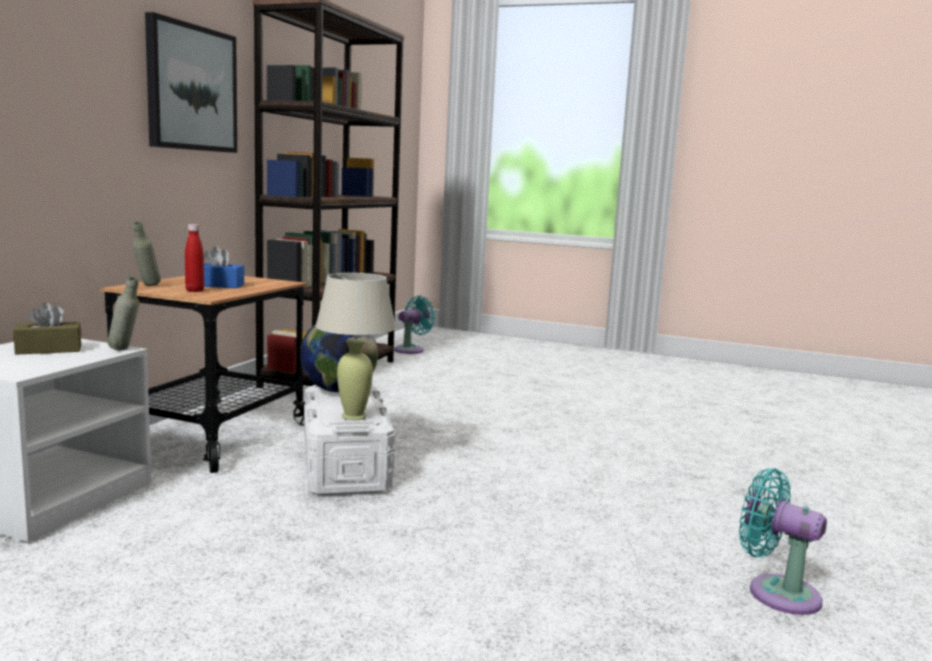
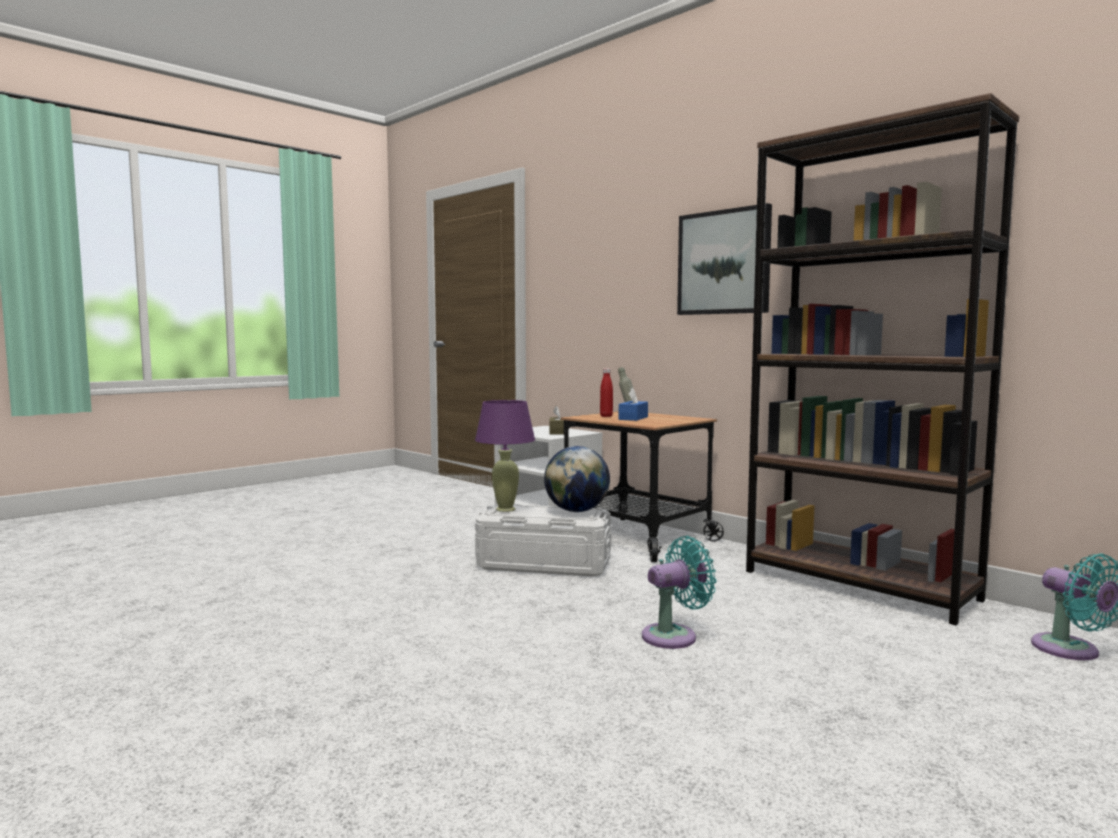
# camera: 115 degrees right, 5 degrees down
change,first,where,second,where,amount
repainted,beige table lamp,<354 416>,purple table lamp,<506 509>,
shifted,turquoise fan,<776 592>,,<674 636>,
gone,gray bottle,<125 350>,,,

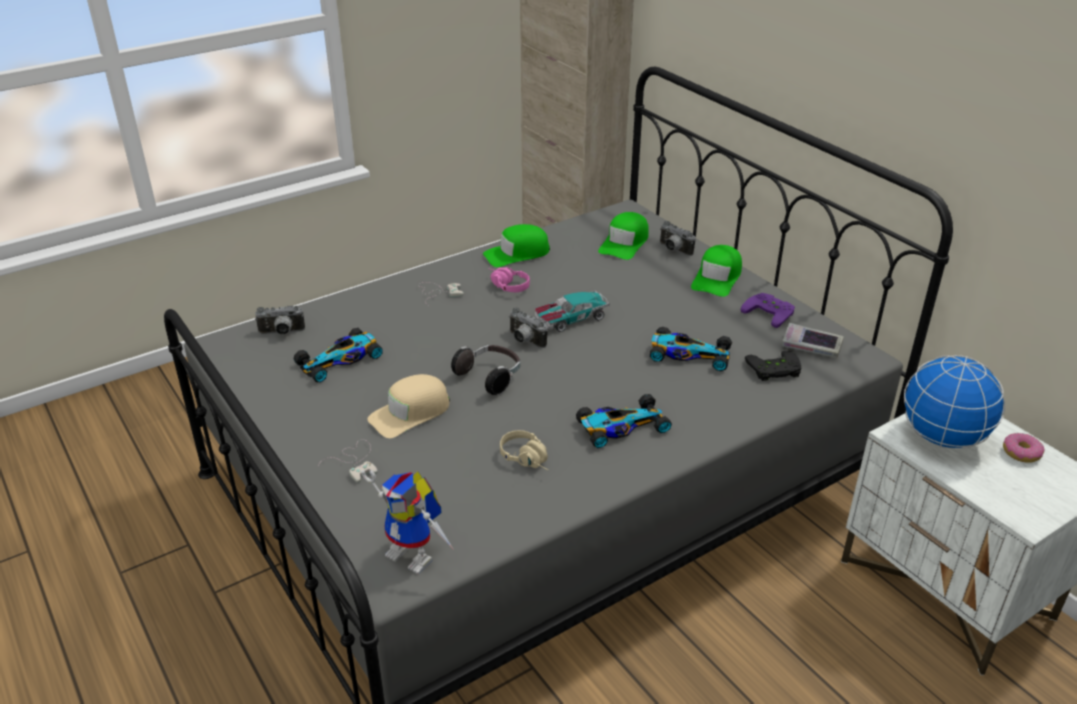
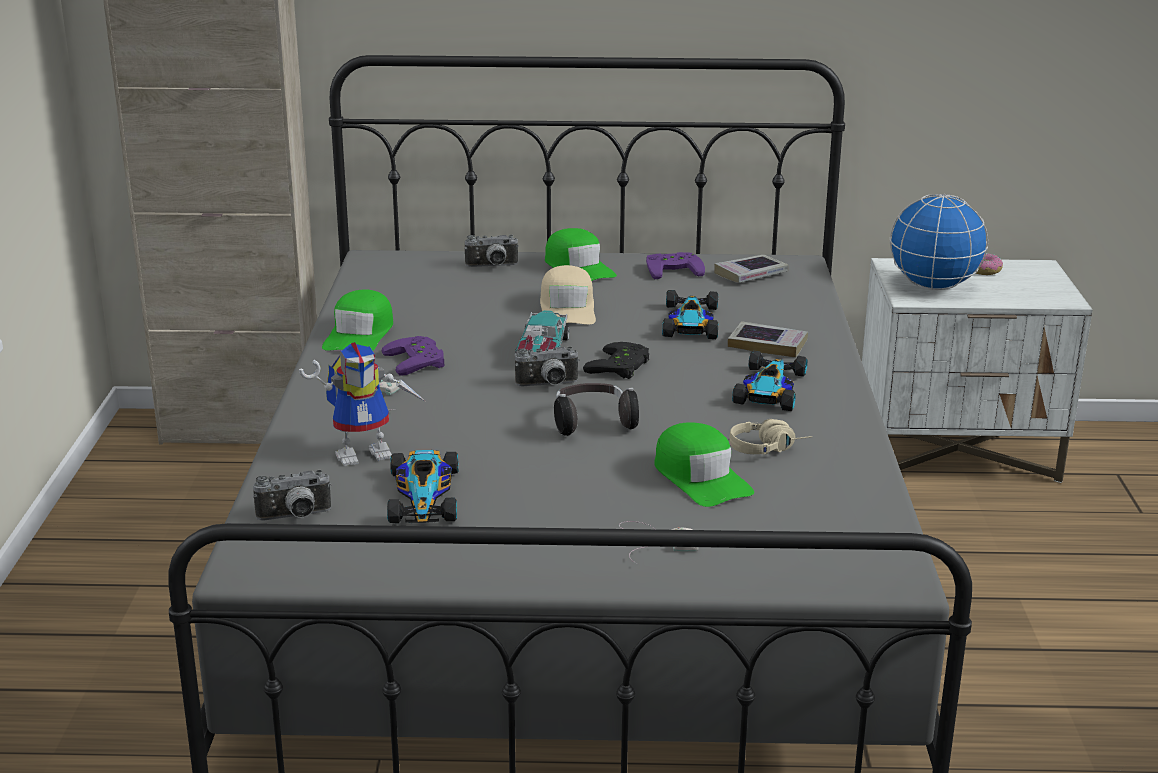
# camera: 55 degrees left, 10 degrees down
change,first,where,second,where,amount
rotated,still camera,<281 333>,,<295 517>,45 degrees clockwise
shifted,model robot,<416 555>,,<366 452>,
swapped,pink headphones,<505 286>,purple joypad,<419 360>,
shifted,beige baseball cap,<410 413>,,<568 308>,
shifted,black joypad,<774 370>,,<622 367>,
shifted,greenish baseball cap,<625 243>,,<700 477>,
rotated,toy car,<688 354>,,<690 323>,45 degrees counterclockwise
new,,,book,<767 345>,

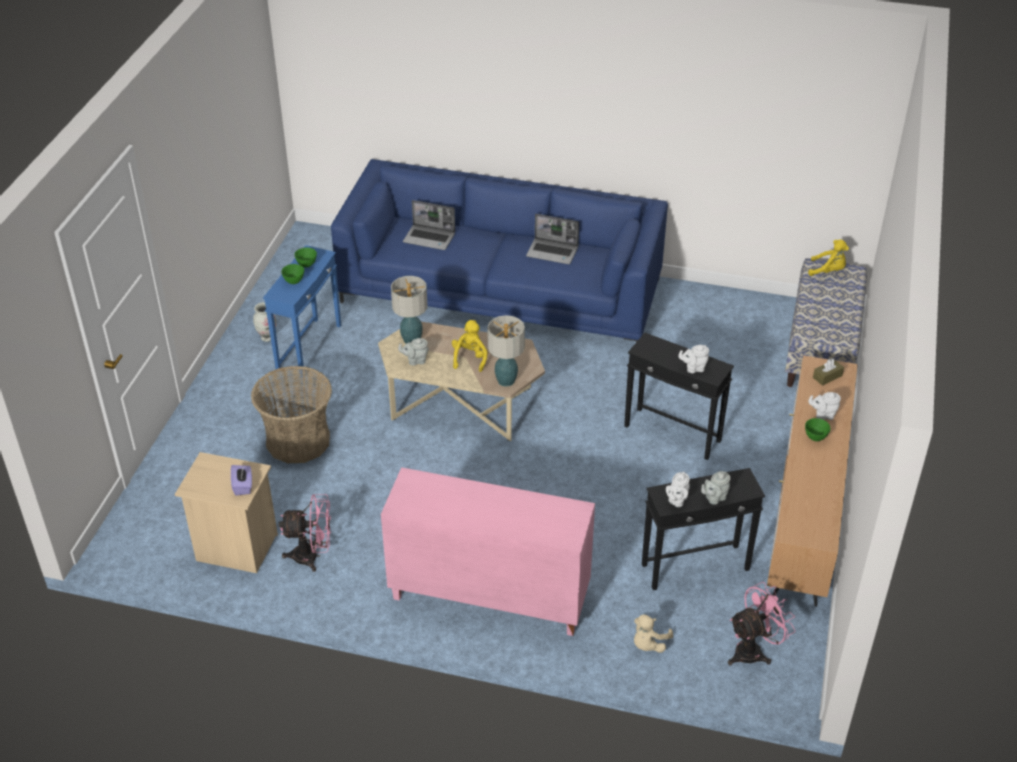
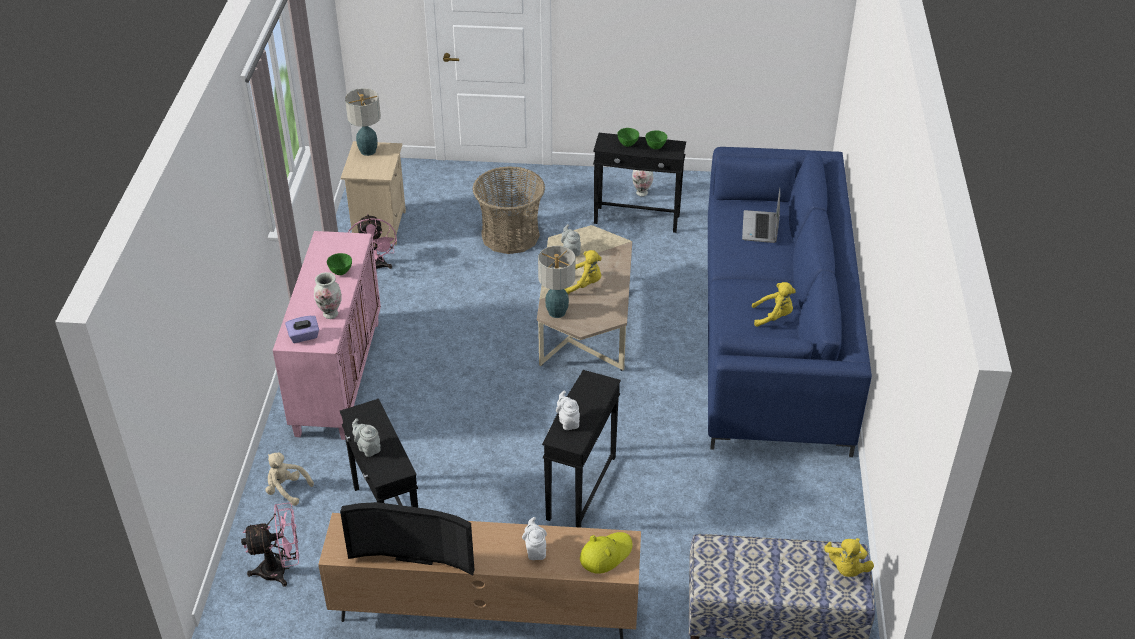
# camera: 80 degrees right, 0 degrees up
change,first,where,second,where,amount
rotated,pink fan,<753 650>,,<280 570>,60 degrees counterclockwise
shifted,purple tissue box,<243 486>,,<304 336>,
new,,,vase,<330 314>,
shifted,greenish serving bowl,<815 437>,,<340 272>,
new,,,television,<415 553>,
shifted,table lamp,<412 339>,,<368 151>,
swapped,brownish tissue box,<827 376>,yellow hat,<605 554>,
repainted,bluish side table,<309 347>,black side table,<637 219>,
swapped,laptop,<553 252>,yellow cuddly toy,<773 317>,
gone,white-coloured teapot,<676 500>,,,

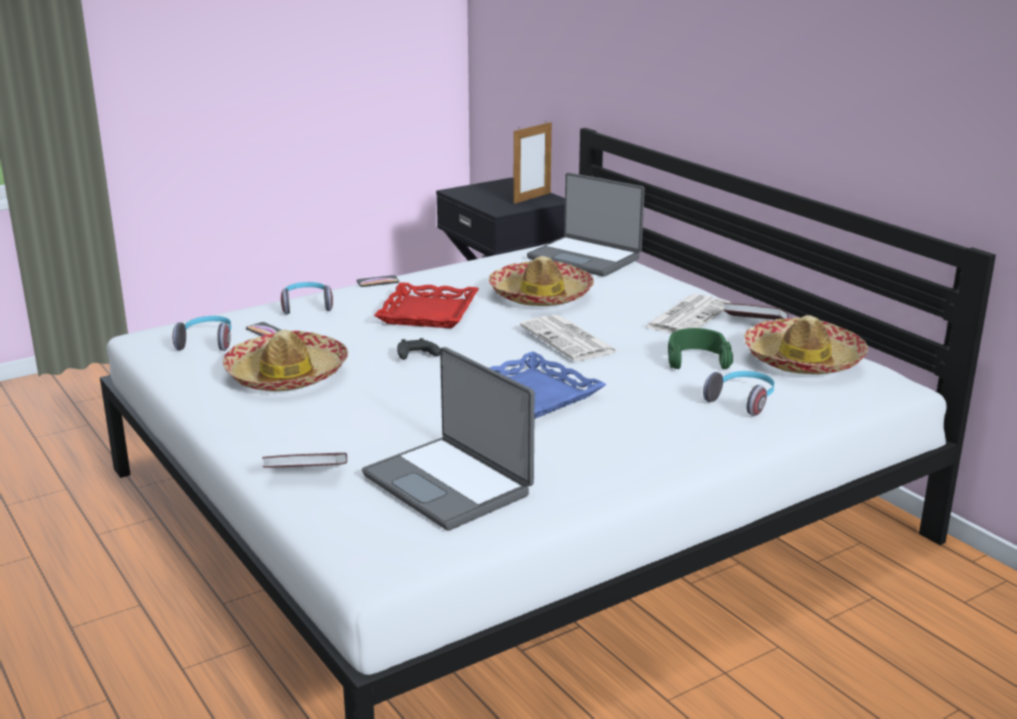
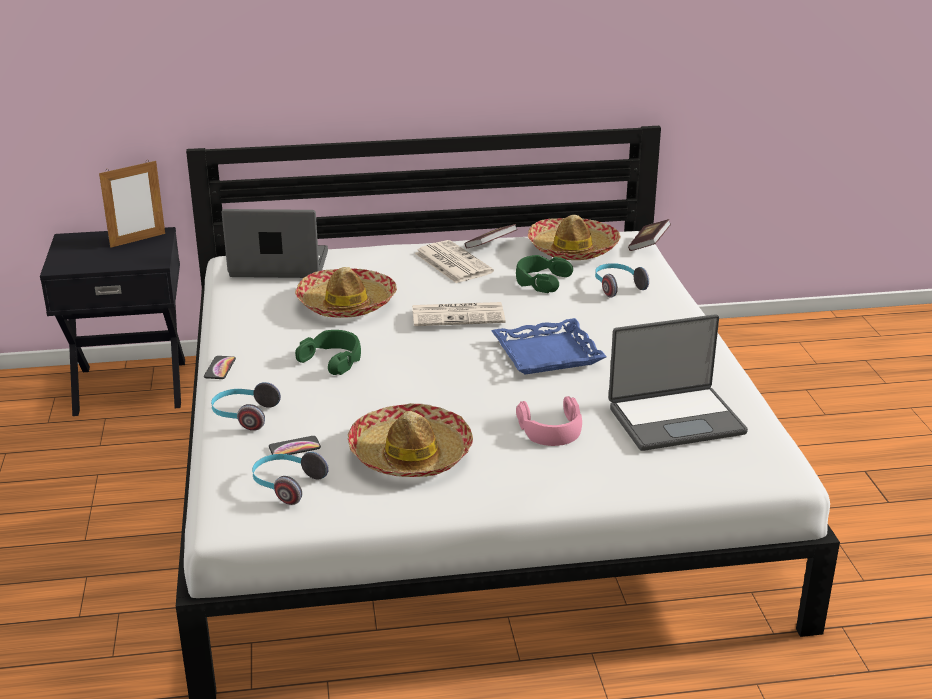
# camera: 65 degrees left, 5 degrees up
change,first,where,second,where,amount
rotated,photo frame,<532 198>,,<138 240>,75 degrees clockwise
rotated,laptop,<585 258>,,<278 265>,150 degrees counterclockwise
swapped,reddish tray,<429 313>,greenish headphones,<332 359>,
new,,,pink headphones,<551 429>,
shifted,book,<306 475>,,<648 245>,
gone,black joypad,<415 357>,,,

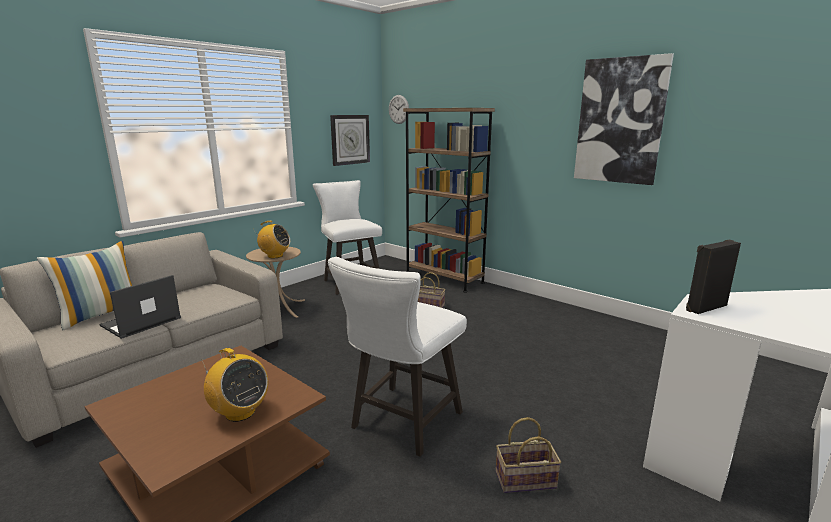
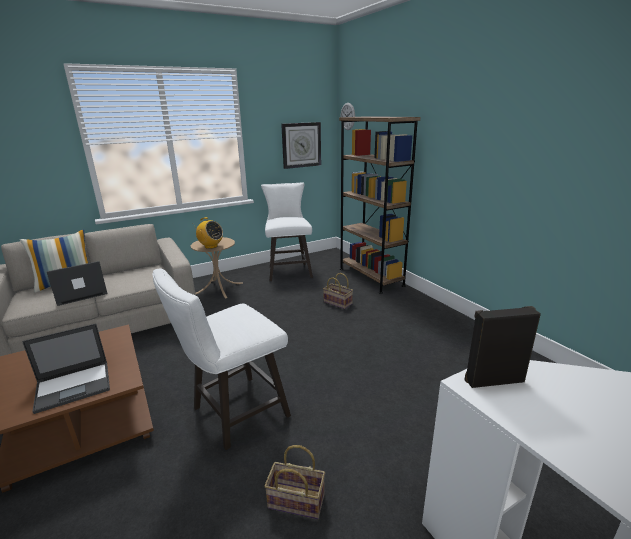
# camera: 20 degrees right, 5 degrees up
change,first,where,second,where,amount
swapped,radio receiver,<240 412>,laptop,<74 386>,
gone,wall art,<620 121>,,,

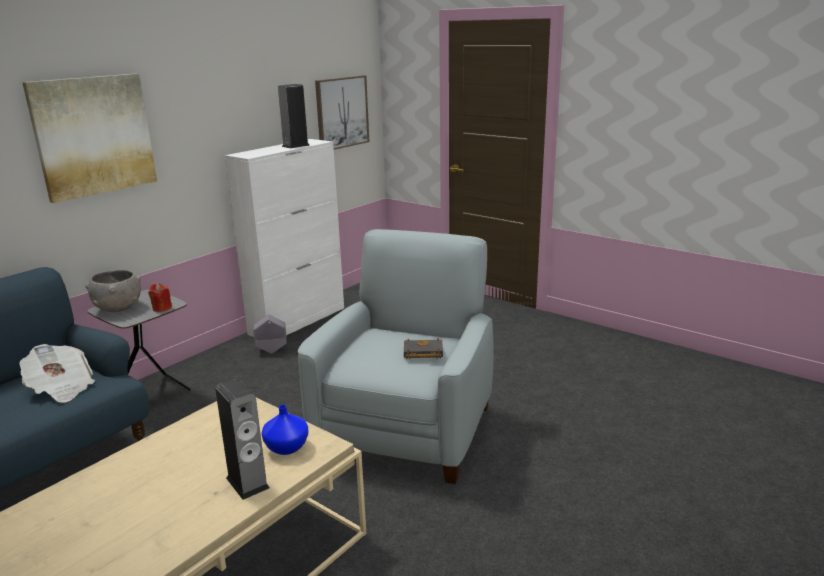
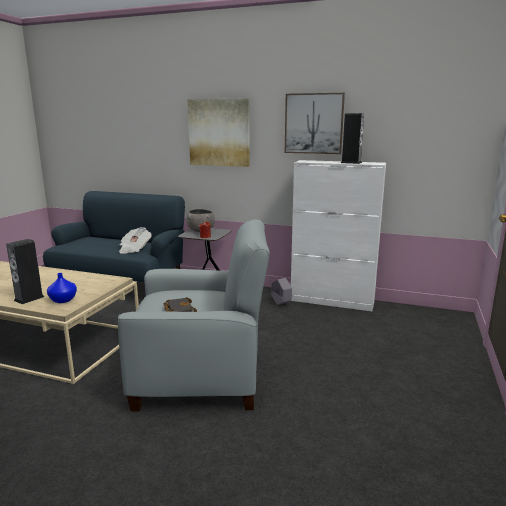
# camera: 70 degrees right, 5 degrees down
change,first,where,second,where,amount
shifted,wall art,<341 112>,,<314 123>,

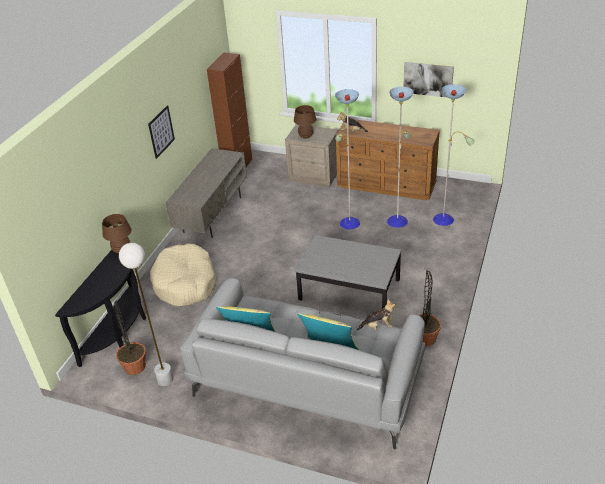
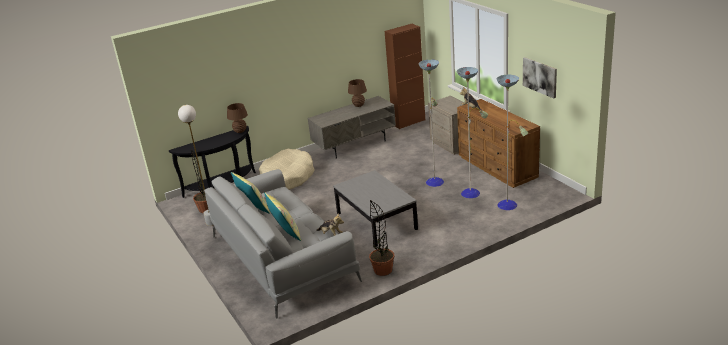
# camera: 40 degrees right, 10 degrees down
change,first,where,second,where,amount
shifted,brownish table lamp,<306 136>,,<358 105>,
gone,wall art,<161 131>,,,

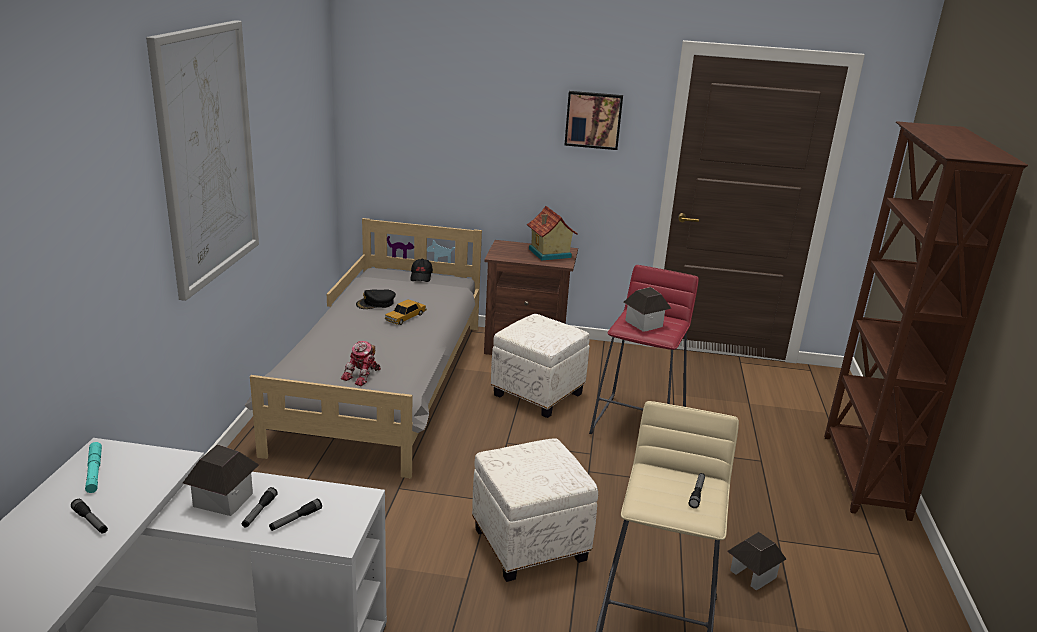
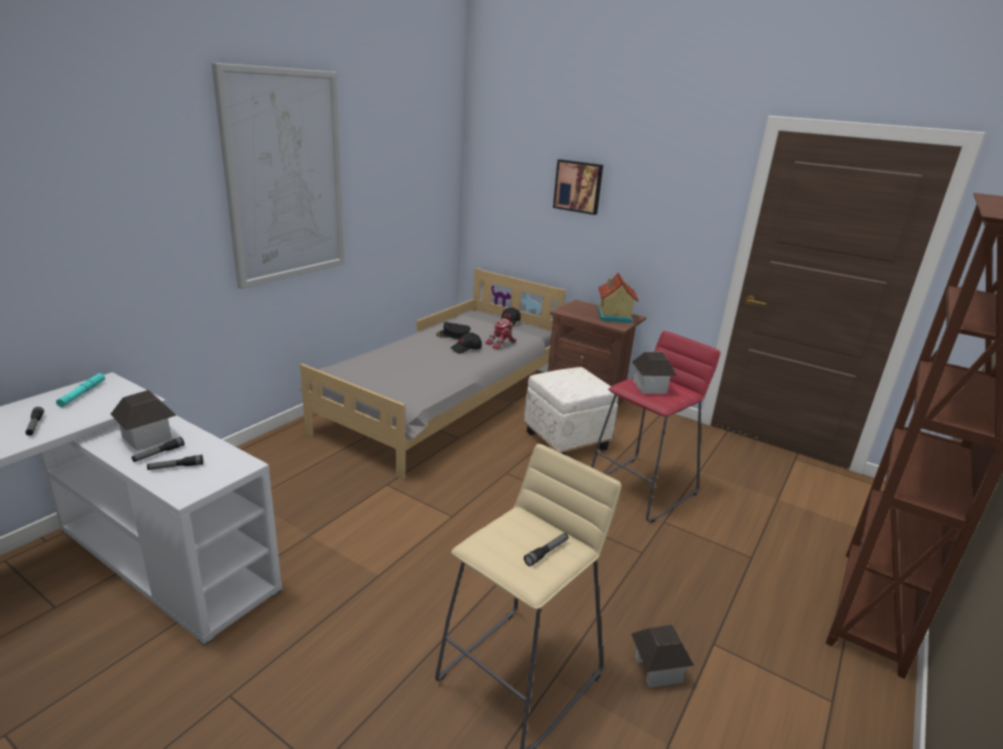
# camera: 25 degrees right, 0 degrees up
change,first,where,second,where,amount
swapped,toy car,<405 317>,black baseball cap,<466 349>,
shifted,model robot,<363 376>,,<501 344>,
shifted,wall art,<593 120>,,<578 186>,
gone,white-coloured ottoman,<529 545>,,,

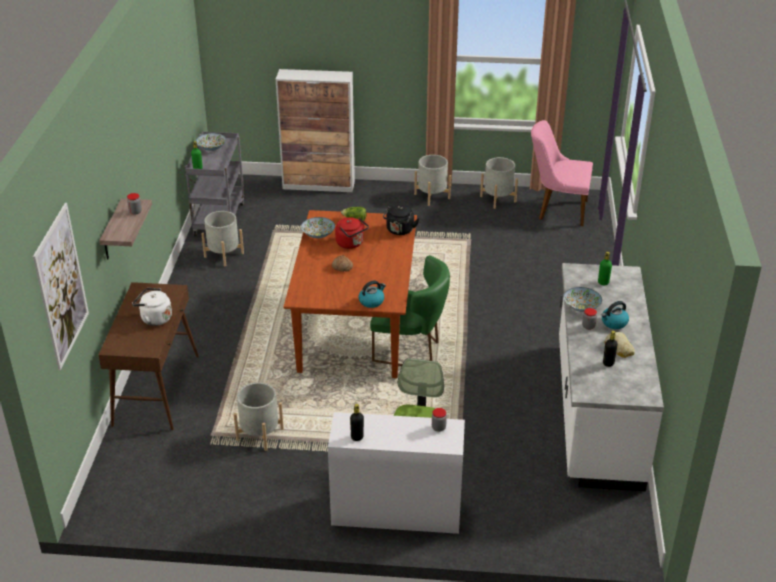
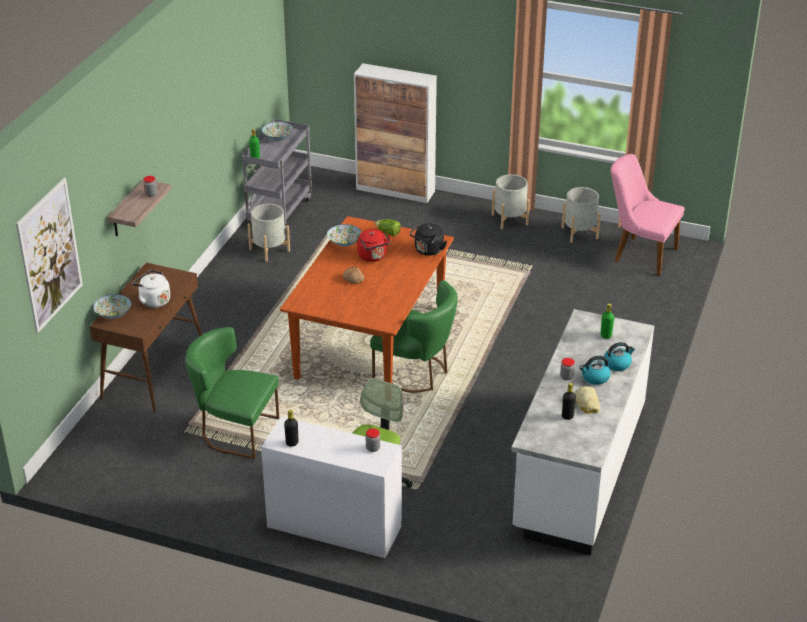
# camera: 15 degrees right, 0 degrees up
change,first,where,second,where,amount
shifted,serving bowl,<581 307>,,<113 314>,
swapped,gray flower pot,<260 434>,greenish upright chair,<234 431>,
shifted,kettle,<371 301>,,<617 364>,

